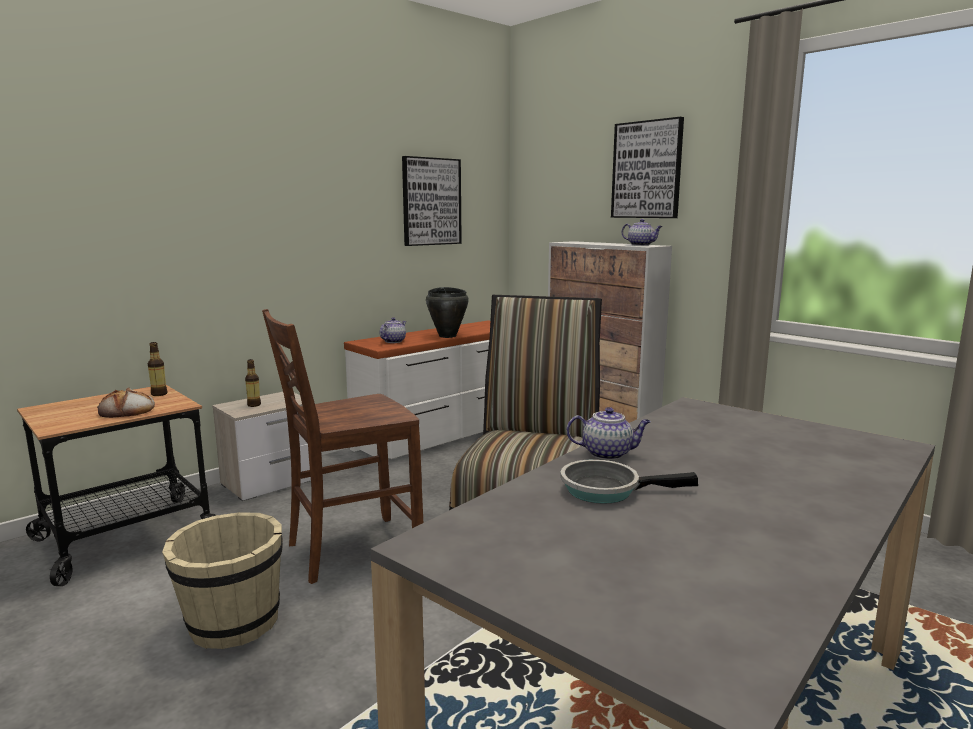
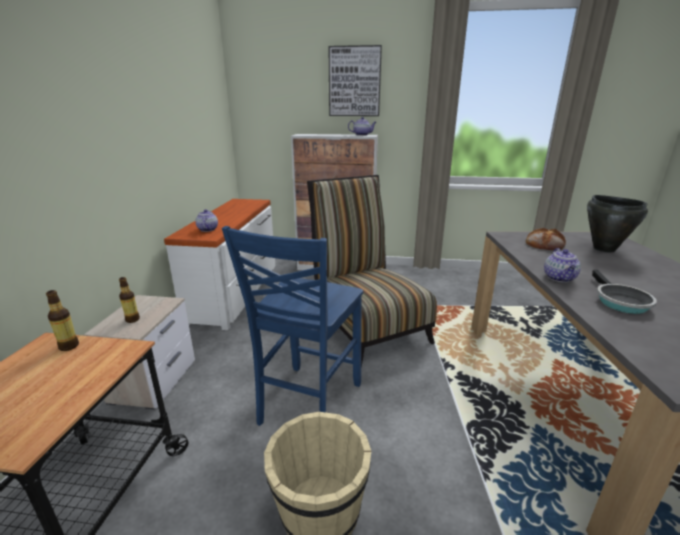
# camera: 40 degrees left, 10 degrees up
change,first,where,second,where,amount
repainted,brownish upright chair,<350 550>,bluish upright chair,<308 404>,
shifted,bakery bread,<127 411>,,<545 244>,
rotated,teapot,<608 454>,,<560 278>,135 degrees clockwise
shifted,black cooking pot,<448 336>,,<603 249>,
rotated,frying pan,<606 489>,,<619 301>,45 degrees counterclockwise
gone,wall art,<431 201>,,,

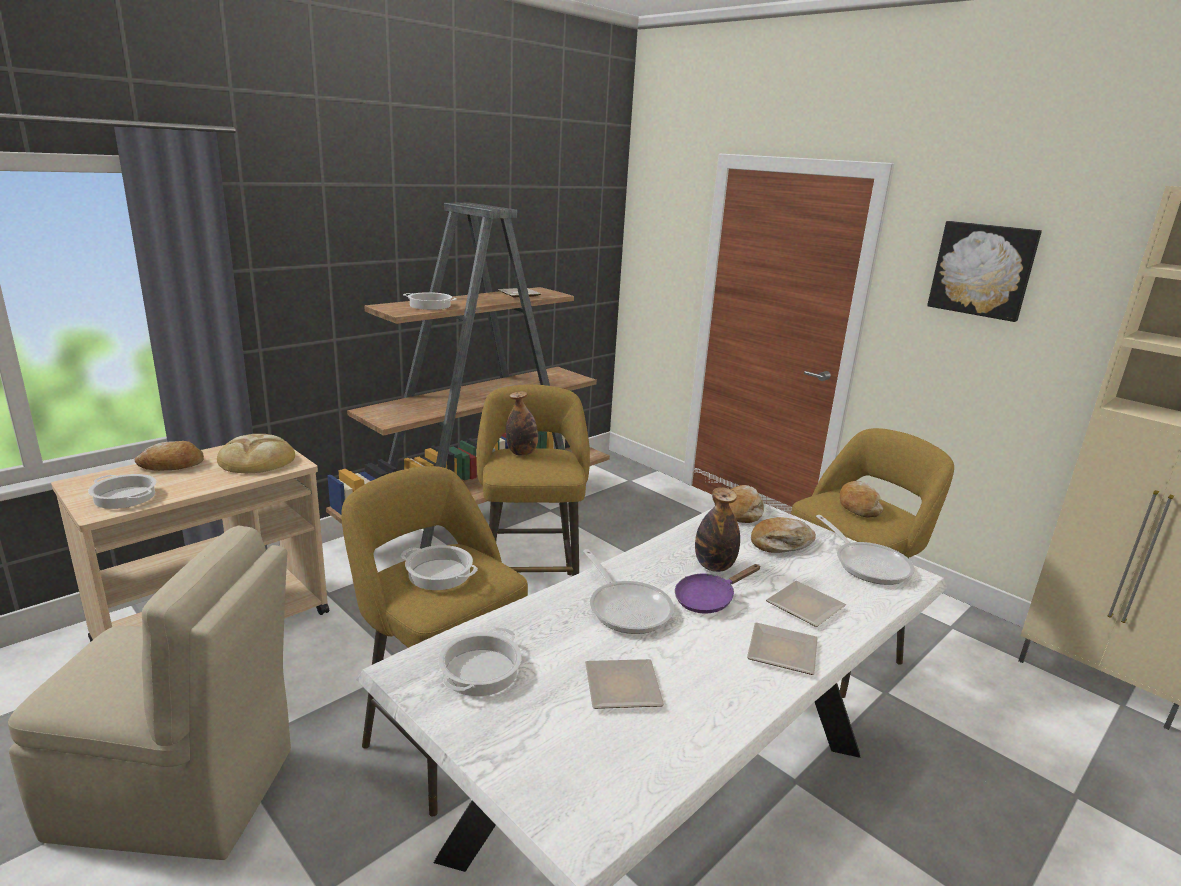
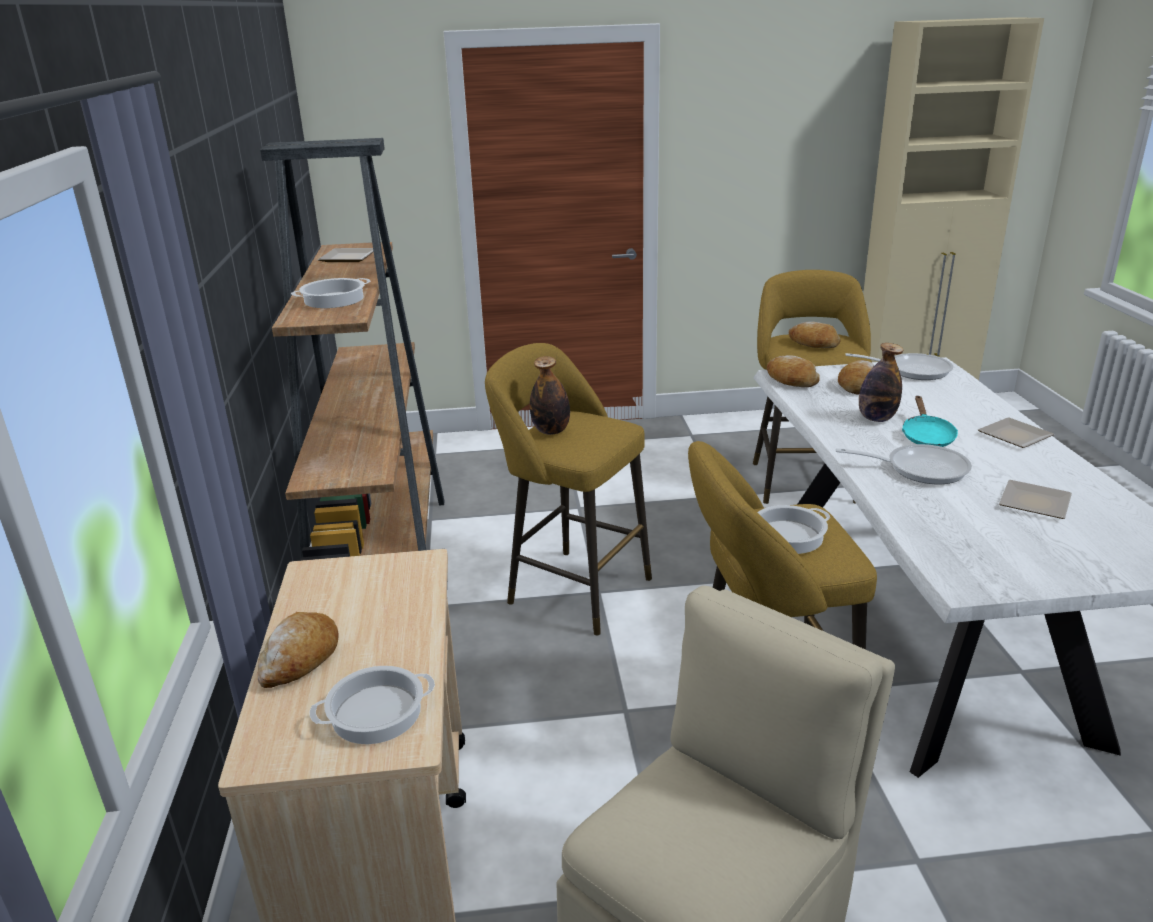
# camera: 50 degrees left, 5 degrees up
change,first,where,second,where,amount
repainted,purple frying pan,<708 599>,turquoise frying pan,<926 436>,
gone,bakery bread,<257 459>,,,
gone,cooking pot,<480 672>,,,
gone,flat dish,<804 605>,,,
gone,wall art,<983 270>,,,

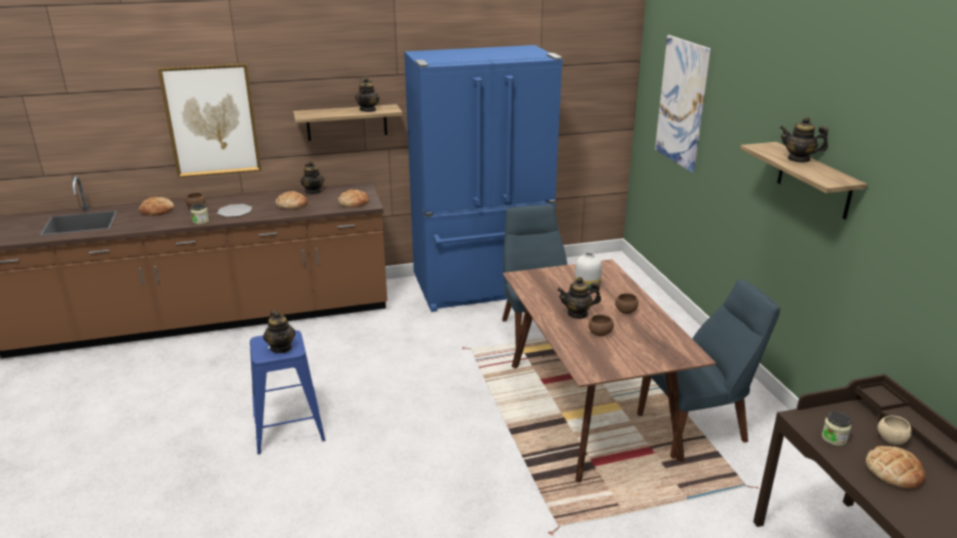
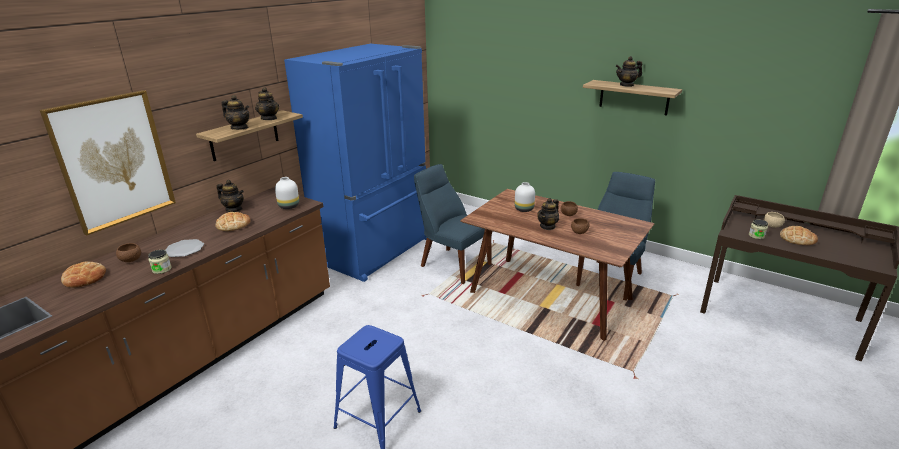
# camera: 40 degrees left, 0 degrees up
change,first,where,second,where,amount
shifted,teapot,<281 348>,,<239 128>,
swapped,bakery bread,<354 202>,white-coloured vase,<289 206>,
gone,wall art,<681 103>,,,

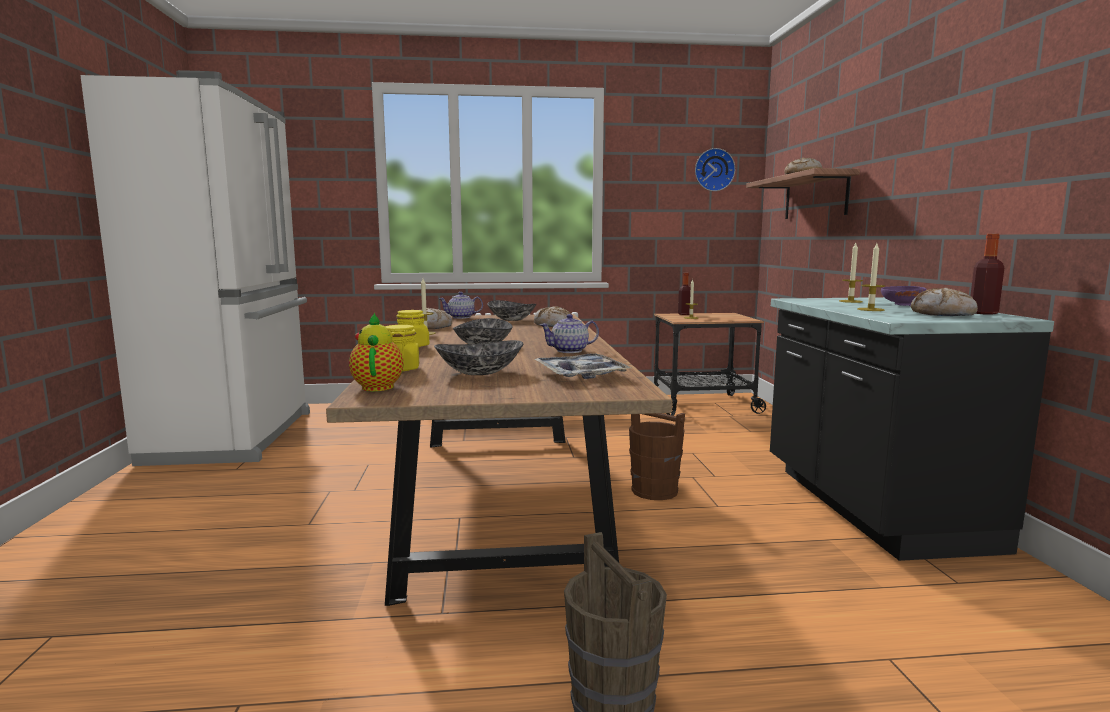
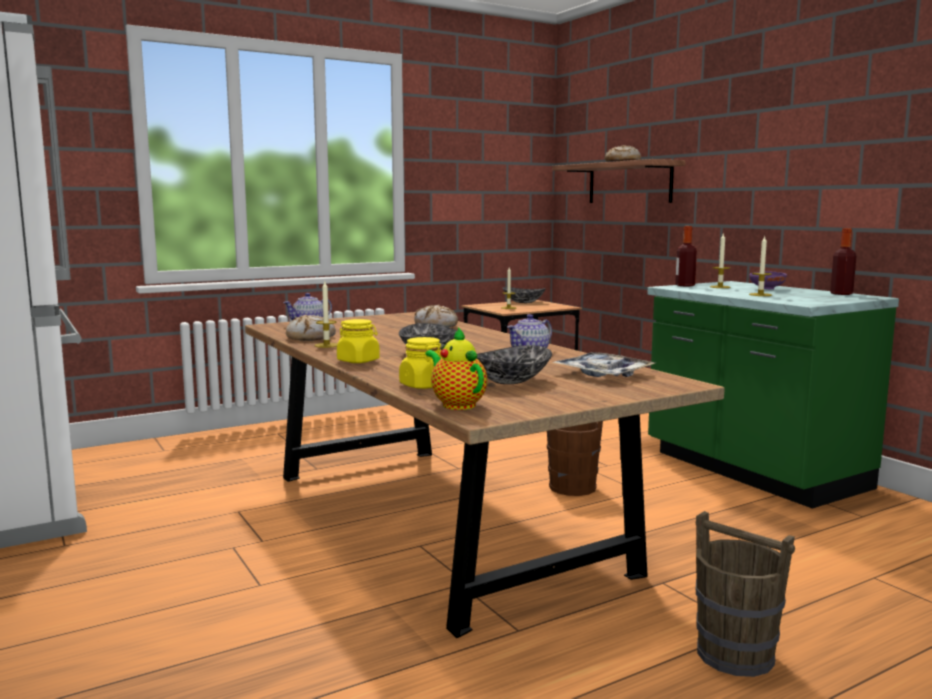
# camera: 25 degrees left, 0 degrees up
change,first,where,second,where,amount
shifted,serving bowl,<511 319>,,<523 302>,
repainted,black kitchen counter,<870 507>,greenish kitchen counter,<752 471>,
shifted,bottle,<684 314>,,<685 285>,
gone,wall clock,<713 170>,,,
gone,bakery bread,<943 314>,,,

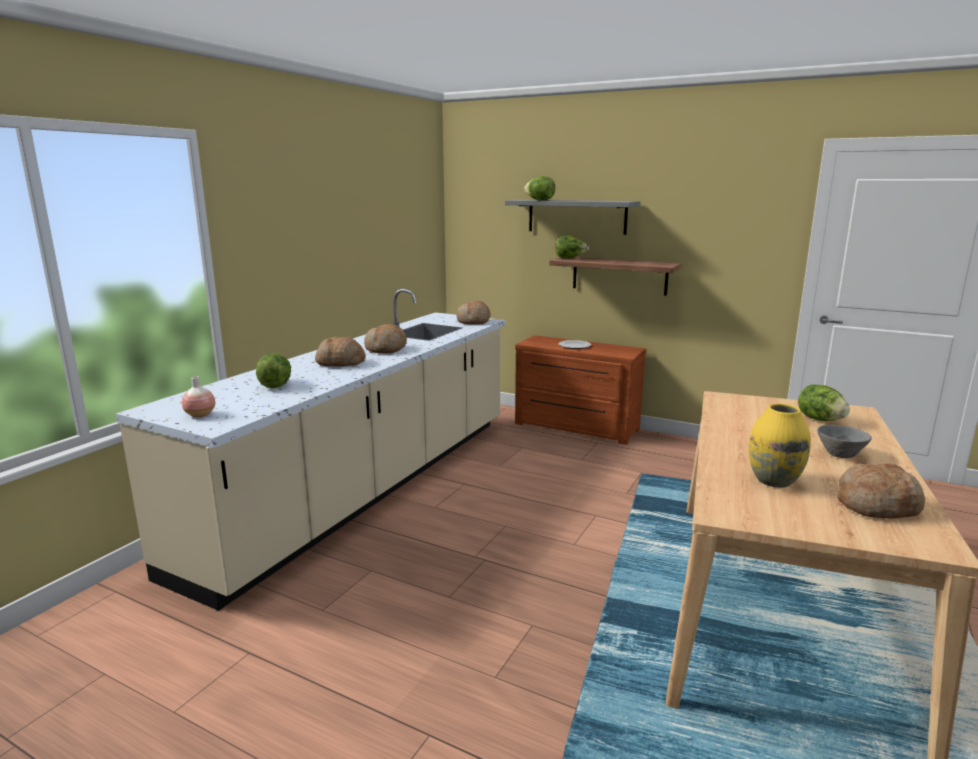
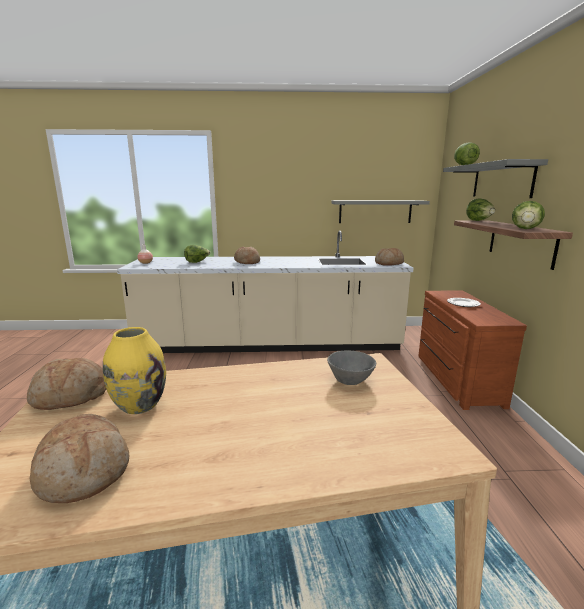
# camera: 60 degrees right, 0 degrees up
change,first,where,second,where,amount
shifted,bakery bread,<386 349>,,<70 396>,
shifted,gray serving bowl,<842 454>,,<351 381>,
new,,,gray shelf,<375 211>,
shifted,head of lettuce,<820 419>,,<525 229>,

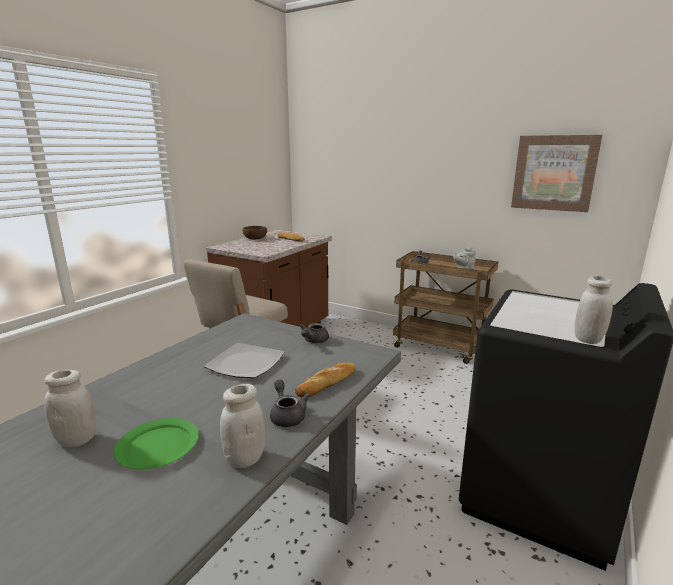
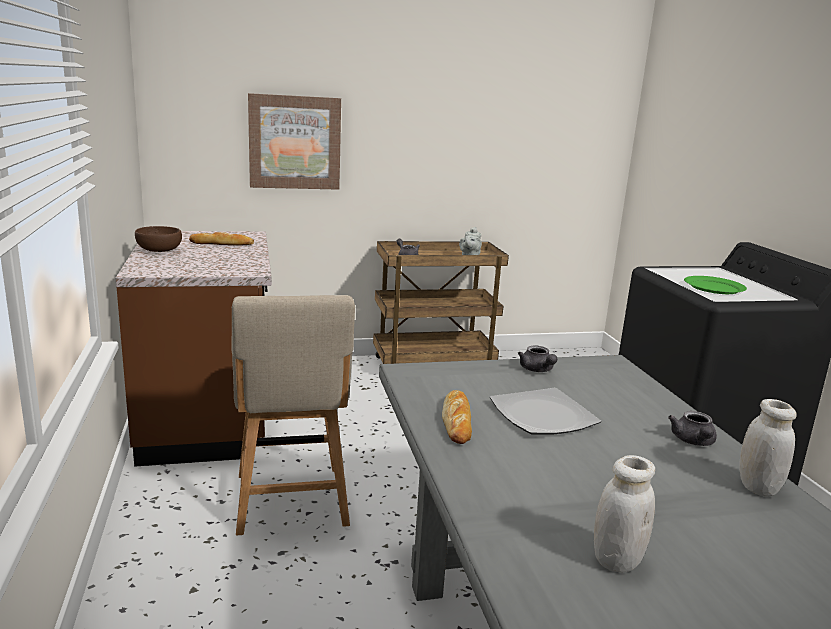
# camera: 45 degrees left, 0 degrees up
change,first,where,second,where,amount
shifted,wall art,<554 173>,,<294 142>,
shifted,bakery bread,<327 383>,,<457 421>,
rotated,gray teapot,<287 415>,,<693 442>,105 degrees counterclockwise
shifted,greenish flat dish,<159 446>,,<714 287>,
gone,white-coloured jar,<588 339>,,,

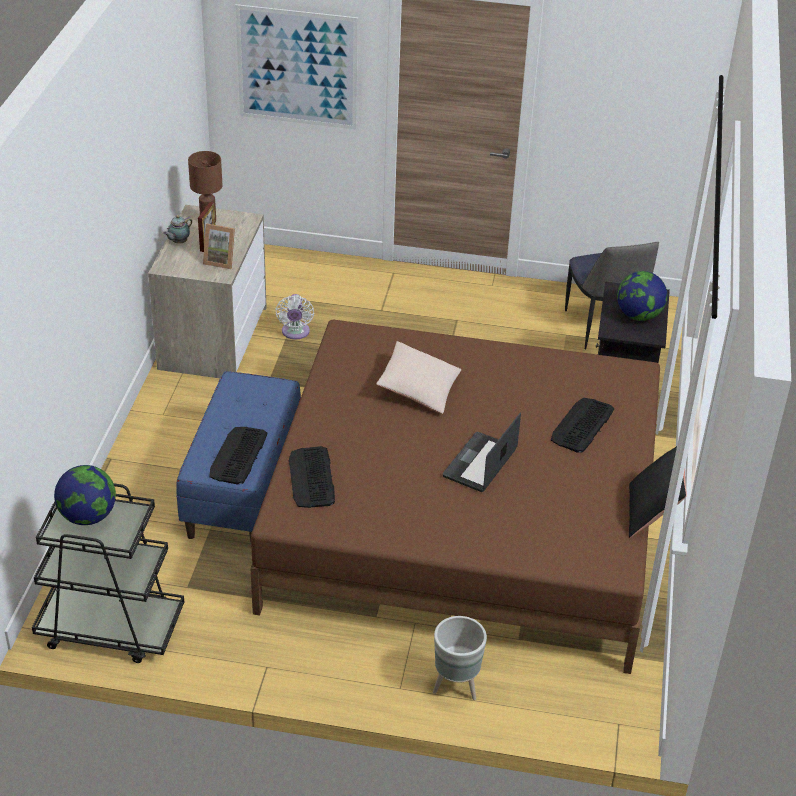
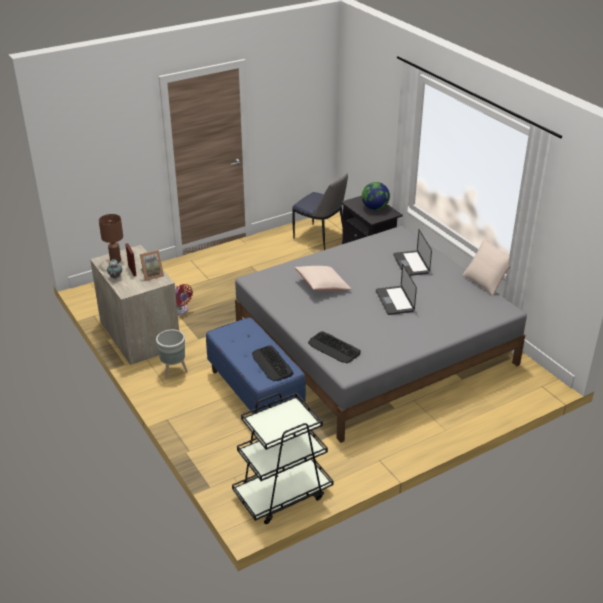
# camera: 40 degrees left, 5 degrees down
change,first,where,second,where,amount
shifted,gray flower pot,<455 686>,,<173 371>,
repainted,white-coloured fan,<295 333>,reddish fan,<180 310>,
repainted,brownish bed,<463 521>,gray bed,<374 346>,
swapped,keyboard,<582 425>,laptop,<411 264>,
repainted,black pillow,<652 513>,beige pillow,<486 282>,
gone,world globe,<88 516>,,,
gone,wall art,<297 67>,,,

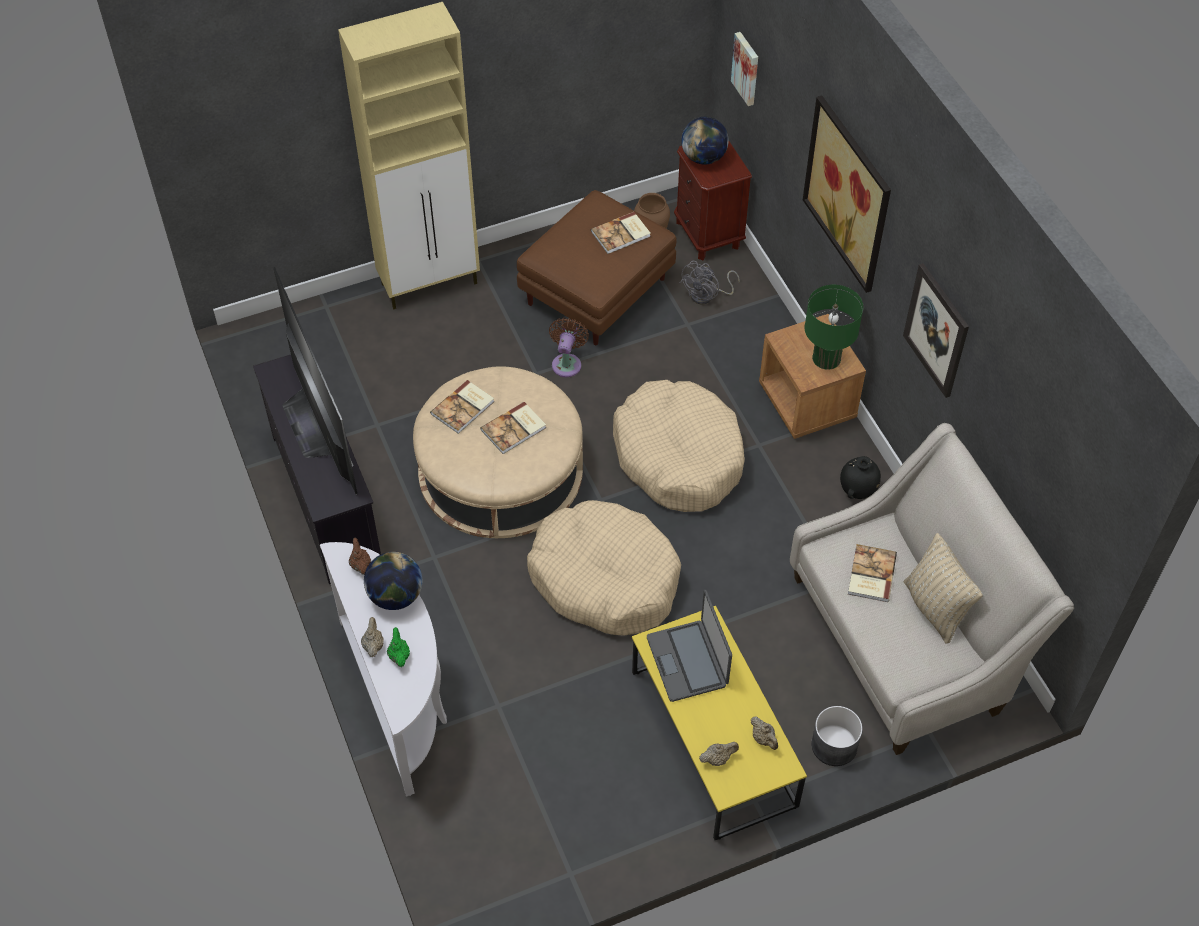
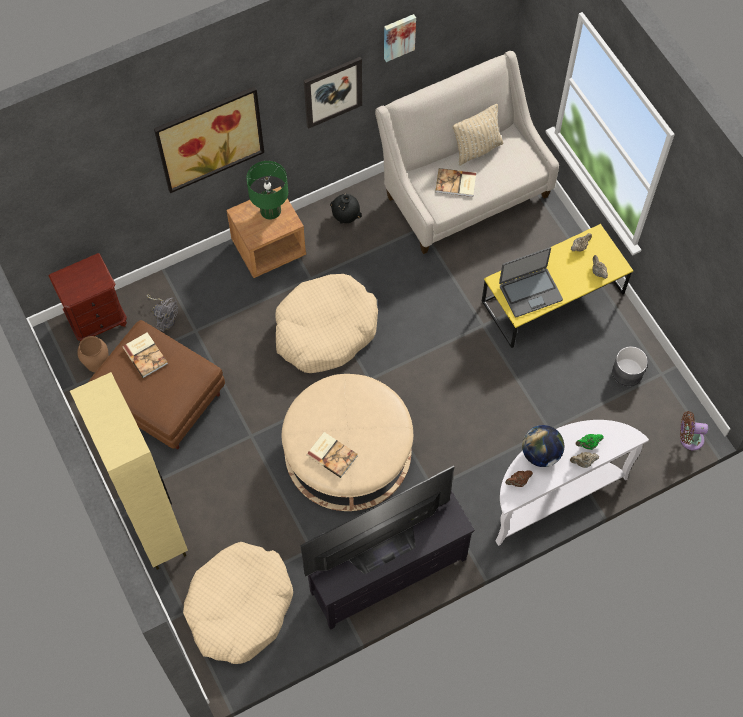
# camera: 95 degrees left, 10 degrees up
change,first,where,second,where,amount
shifted,beige pet bed,<604 578>,,<239 607>,
shifted,wall art,<747 68>,,<398 36>,
shifted,gray flower pot,<833 745>,,<627 372>,
shifted,brownish fan,<567 363>,,<689 439>,
gone,book,<514 429>,,,
gone,world globe,<703 157>,,,

